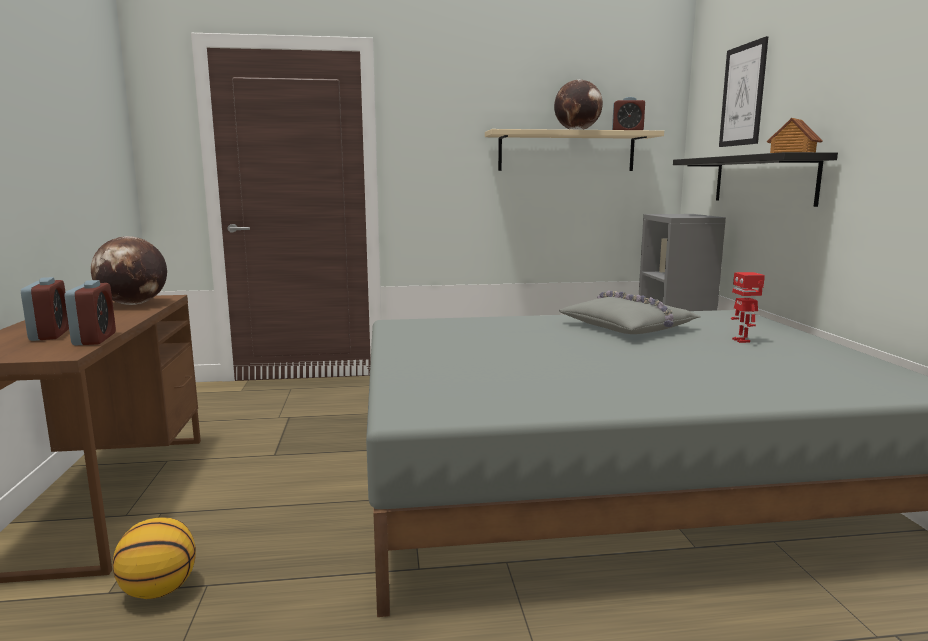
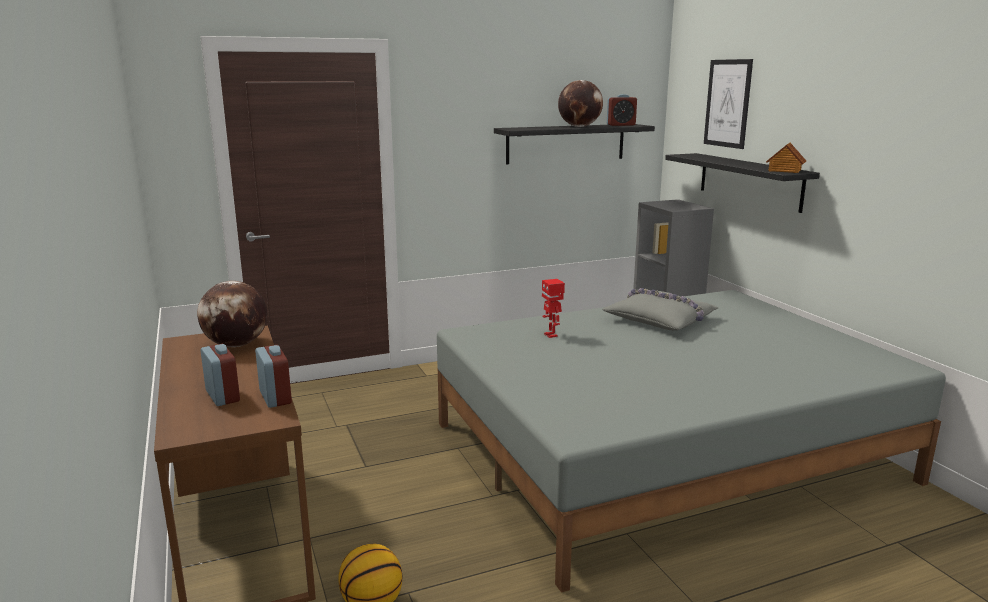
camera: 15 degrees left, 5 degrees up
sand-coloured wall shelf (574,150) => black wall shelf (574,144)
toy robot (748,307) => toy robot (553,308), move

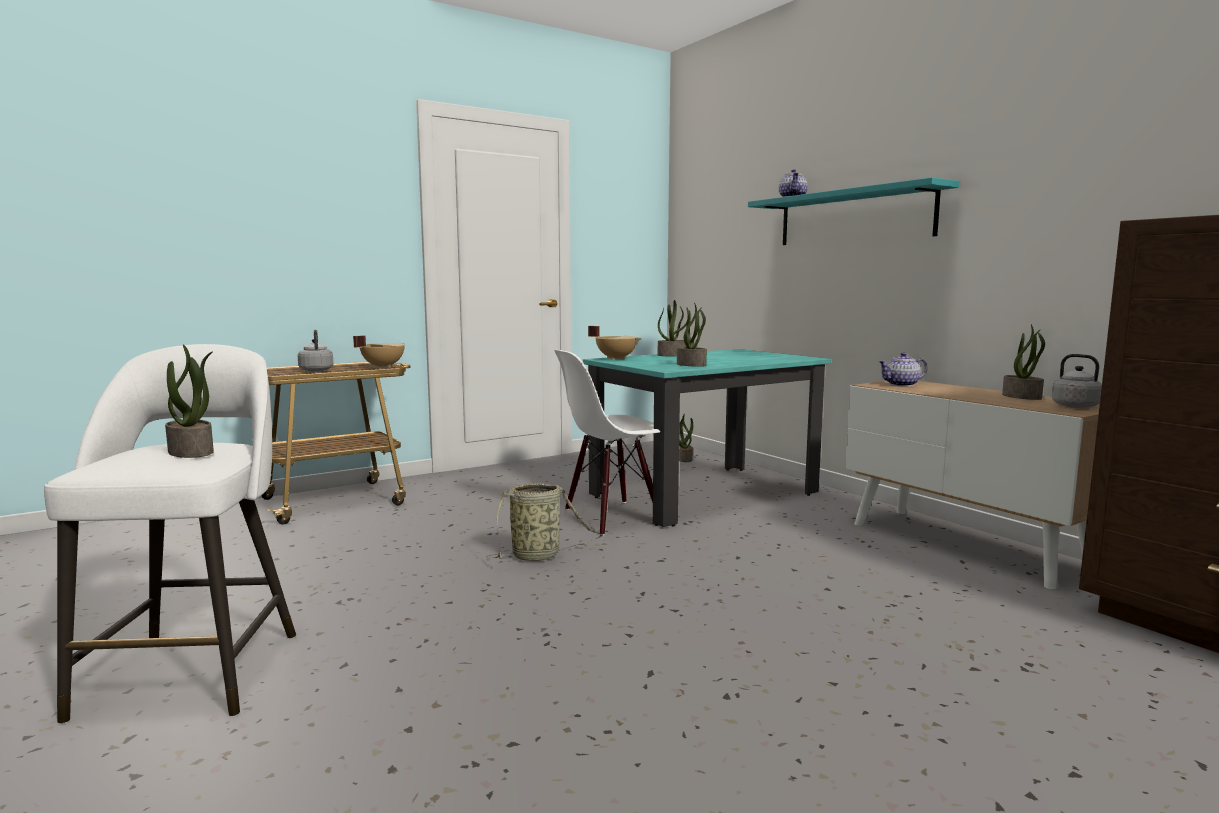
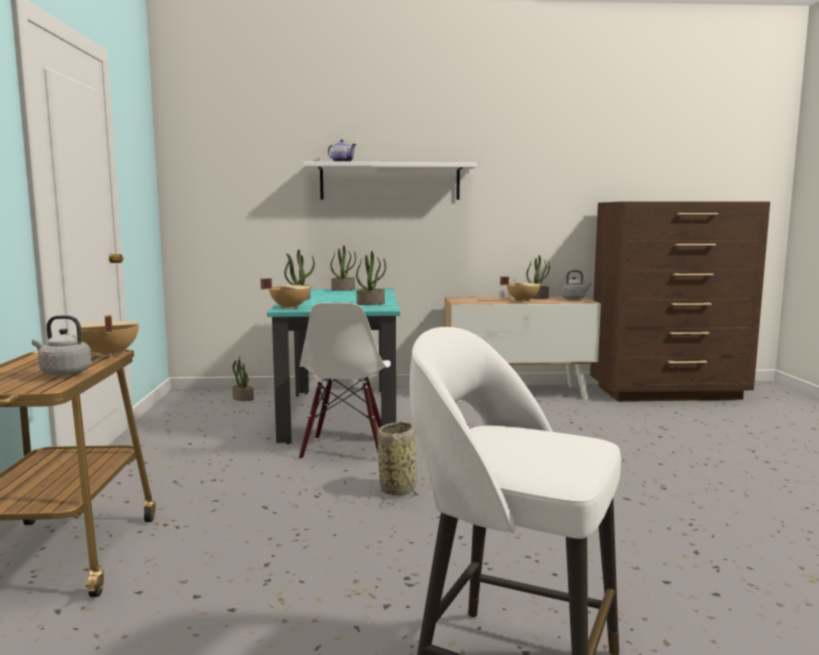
camera: 60 degrees left, 0 degrees up
plant in a pot (189,401) => plant in a pot (343,268), move
turquoise-coloured wall shelf (853,211) => white-coloured wall shelf (390,181)
pot for tea (902,369) => nothing
nothing => sand-coloured saucepot (521,289)

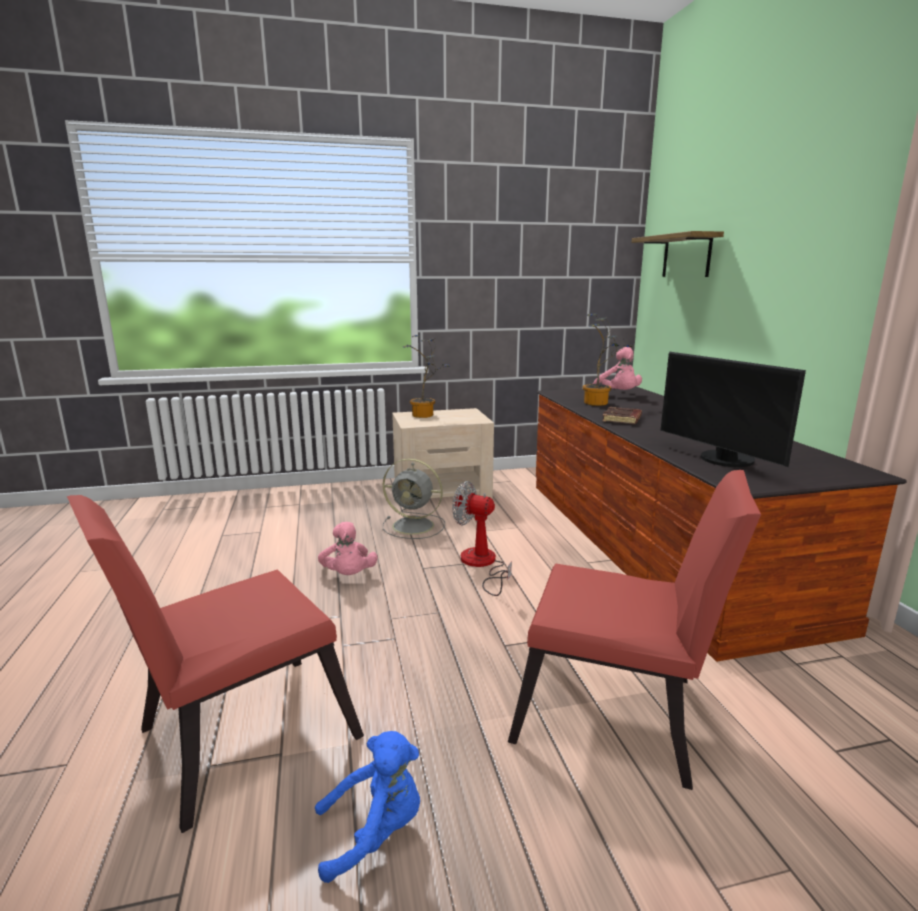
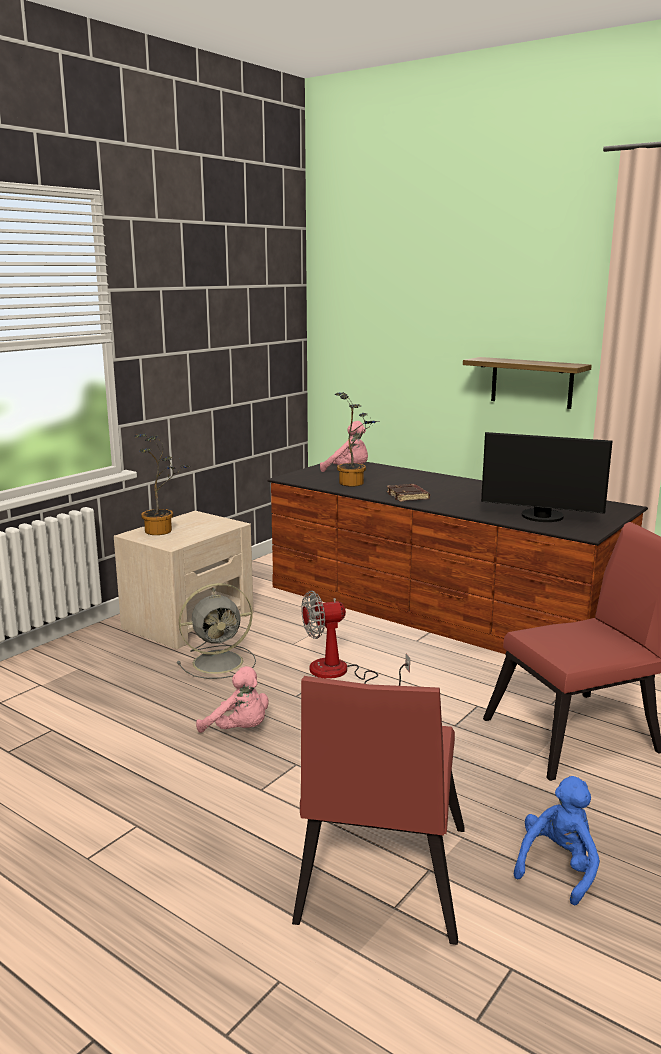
camera: 40 degrees left, 0 degrees up
wall shelf (678,254) => wall shelf (527,383), move

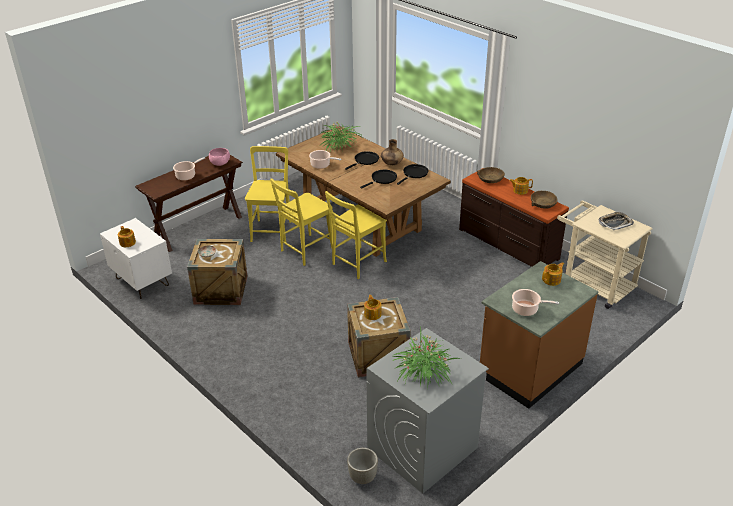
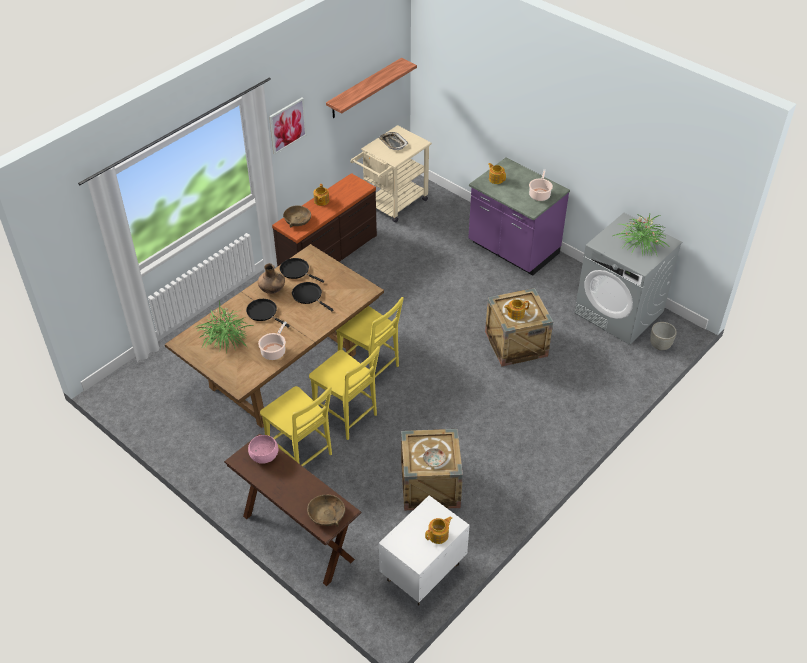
camera: 95 degrees left, 10 degrees up
saucepot (189,169) => nothing
yellowish upright chair (268,194) => yellowish upright chair (296,426), 135 degrees counterclockwise
brownish counter (539,335) => purple-coloured counter (519,217)
brownish serving bowl (544,200) => brownish serving bowl (326,511), move
nothing => wall art (288,126)
nothing => wall shelf (371,88)

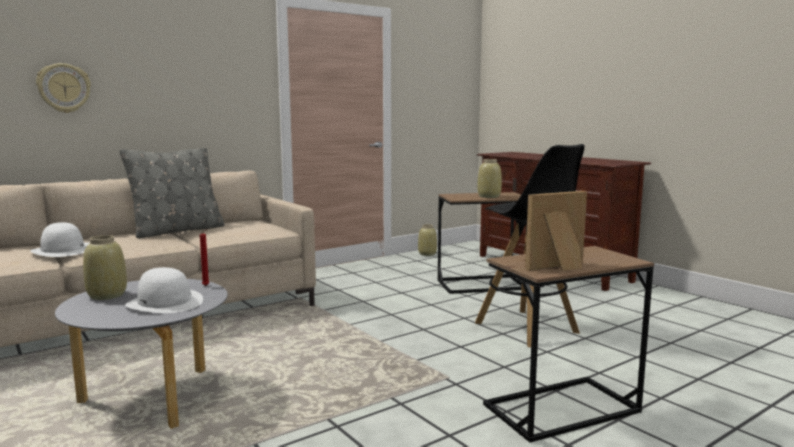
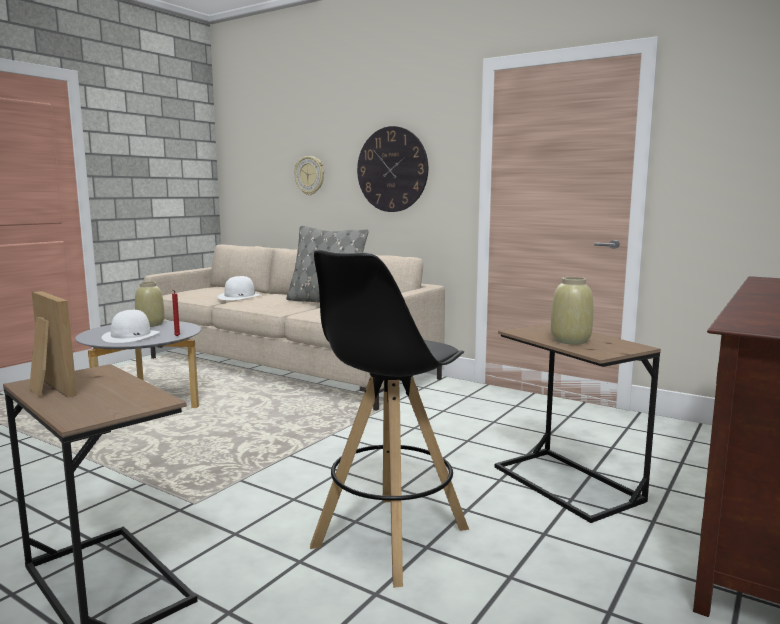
camera: 70 degrees right, 0 degrees up
sand-coloured flower vase (427,240) => nothing
nothing => wall clock (392,169)

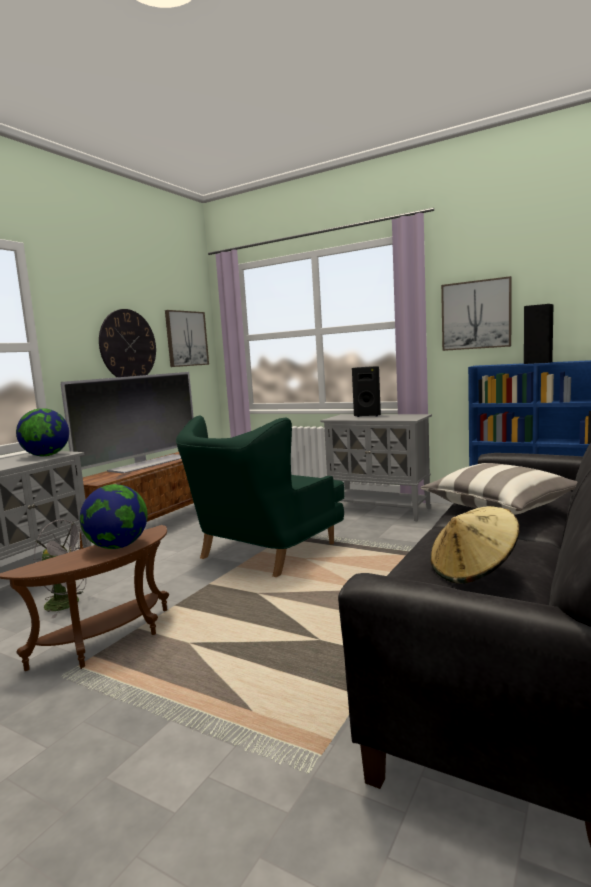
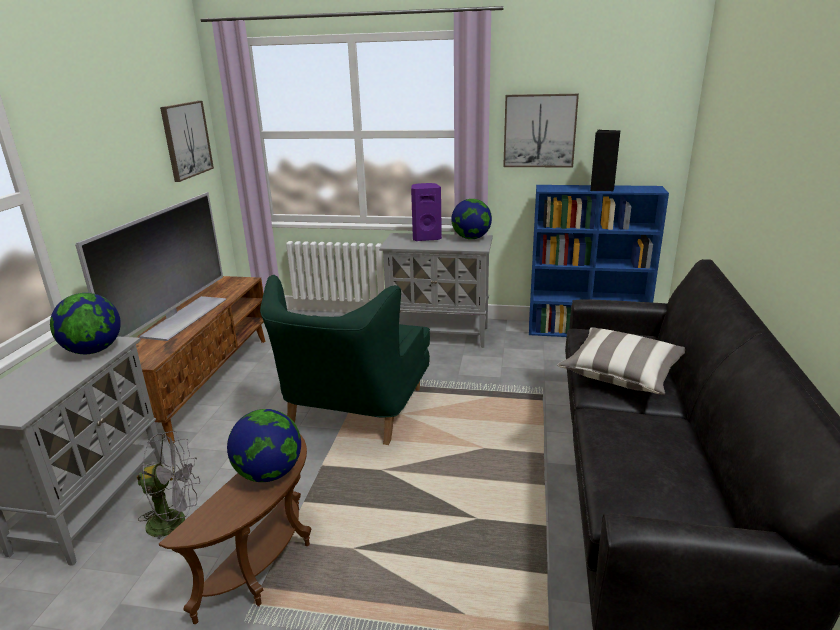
camera: 20 degrees left, 15 degrees up
wall clock (127,343) => nothing
black audio speaker (366,391) => purple-coloured audio speaker (426,212)
sand-coloured clothing hat (474,545) => nothing
nothing => world globe (471,219)

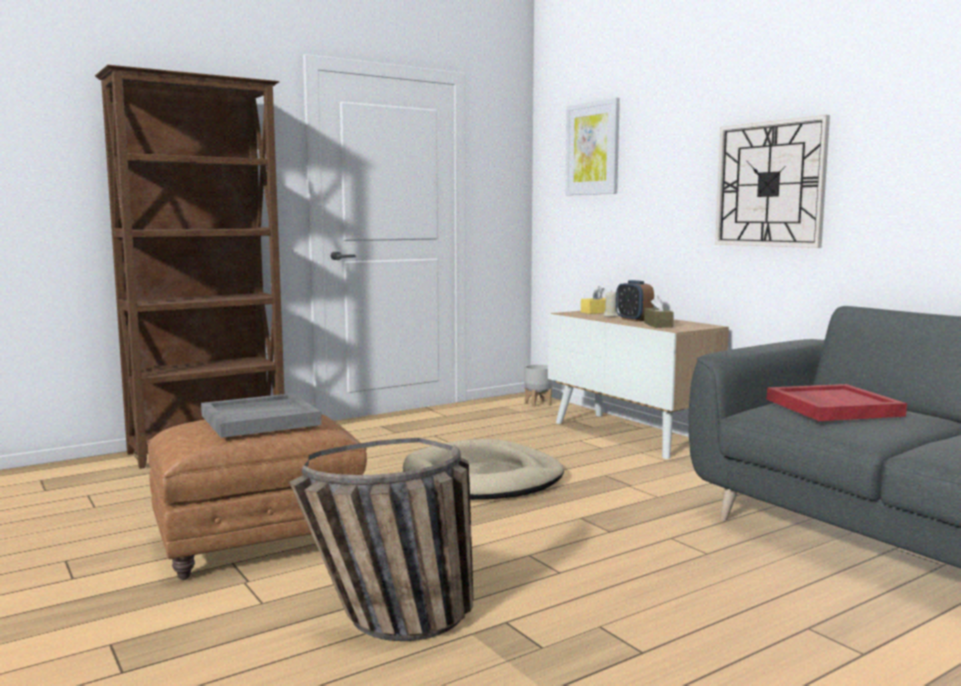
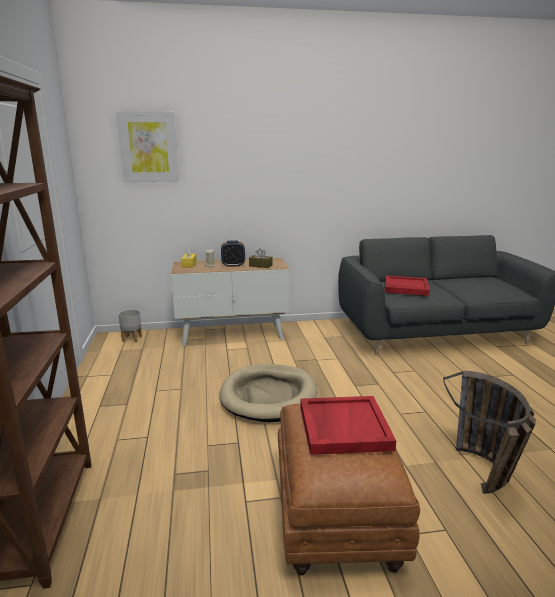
camera: 65 degrees left, 10 degrees up
gray serving tray (261,415) => reddish serving tray (348,425)
wall clock (772,181) => nothing

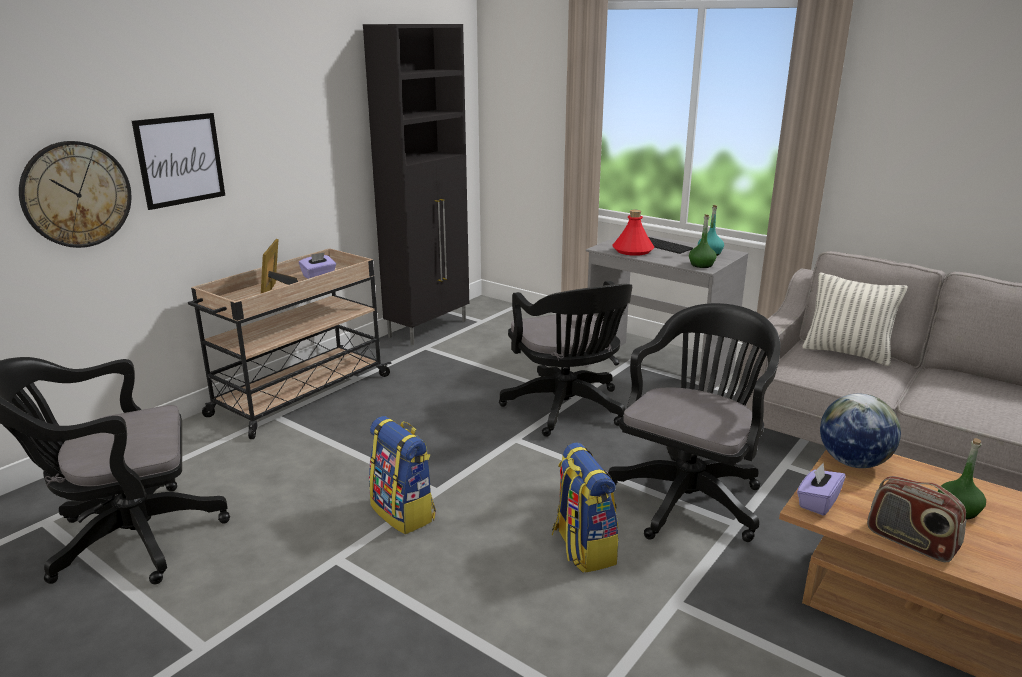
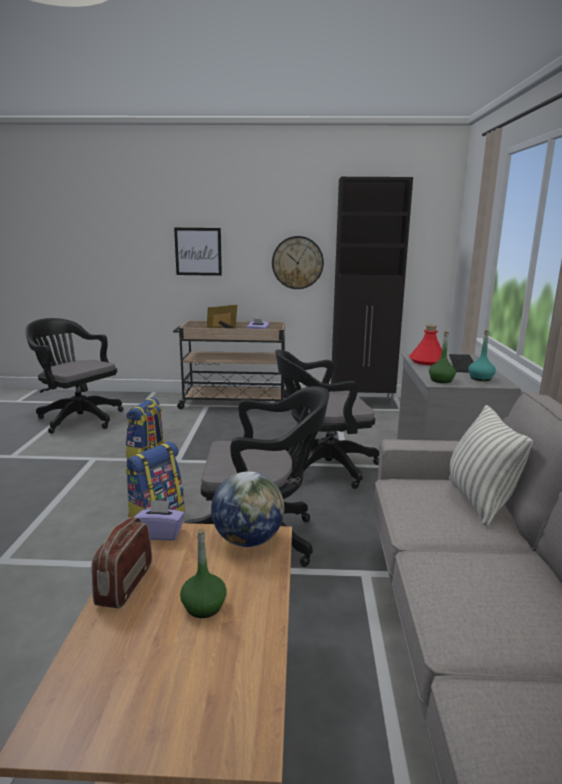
camera: 55 degrees right, 5 degrees down
wall clock (75,194) => wall clock (298,262), move
black desk chair (565,359) => black desk chair (327,419), 45 degrees clockwise

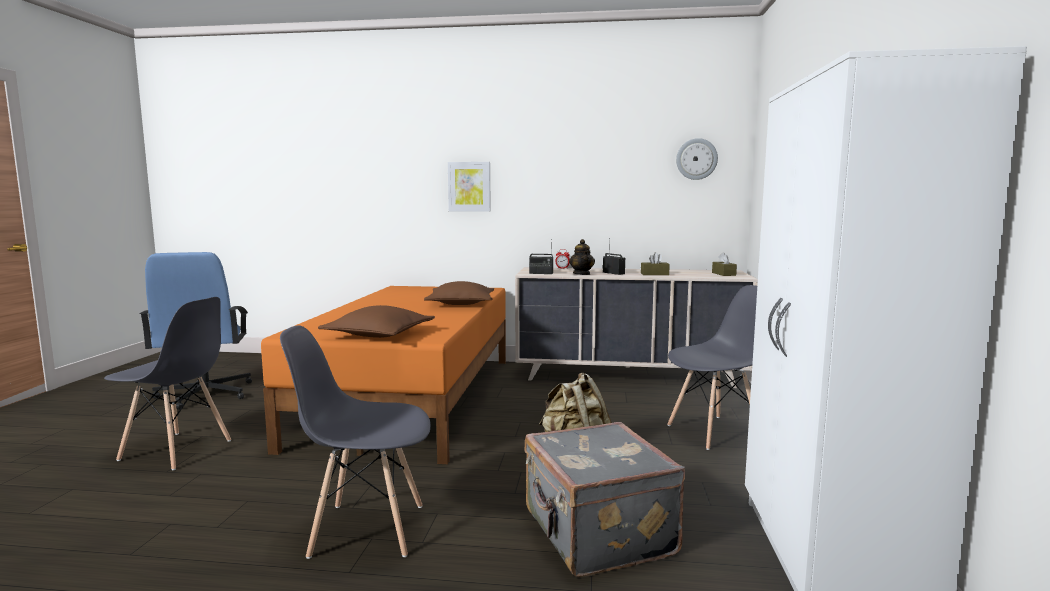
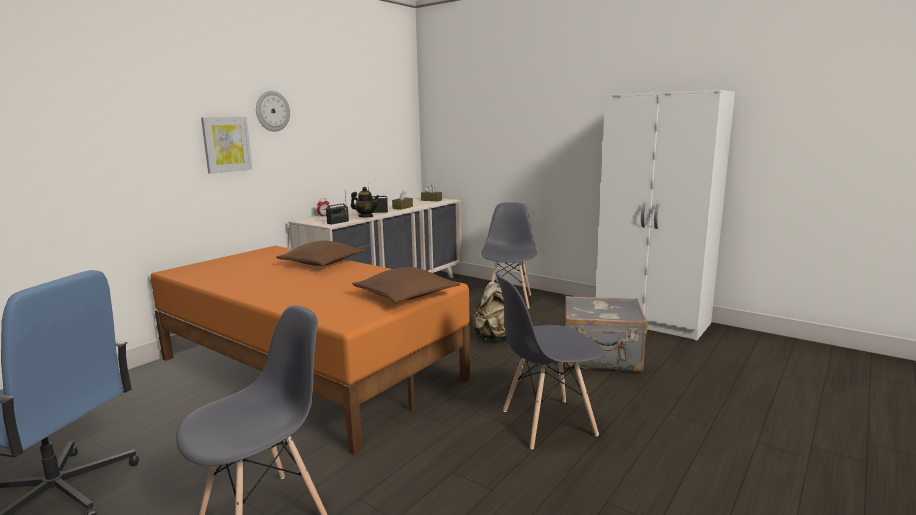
camera: 60 degrees left, 5 degrees up
gray upright chair (355,442) => gray upright chair (550,361), 45 degrees clockwise
wall clock (697,159) => wall clock (273,111), move

